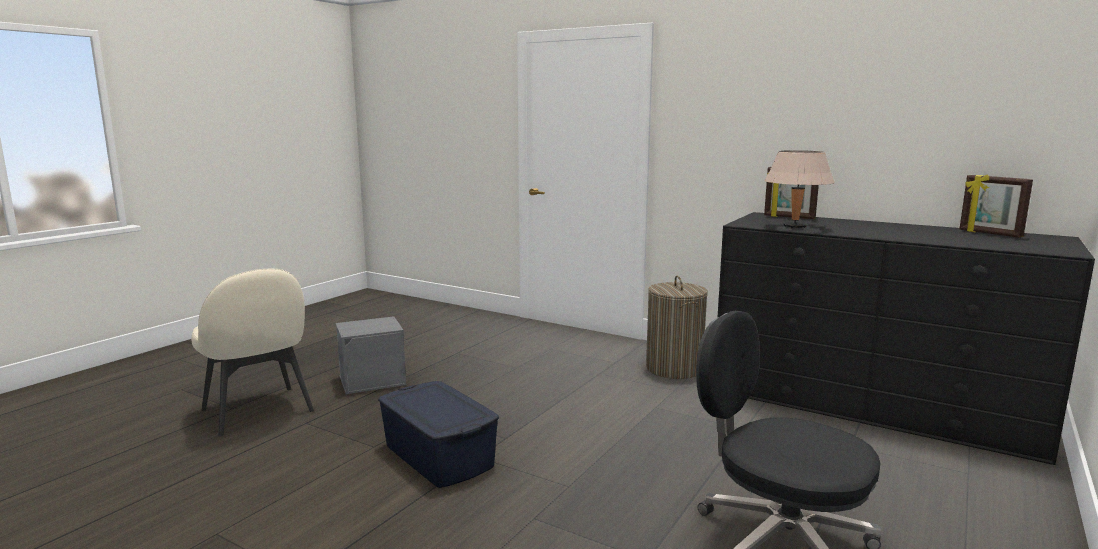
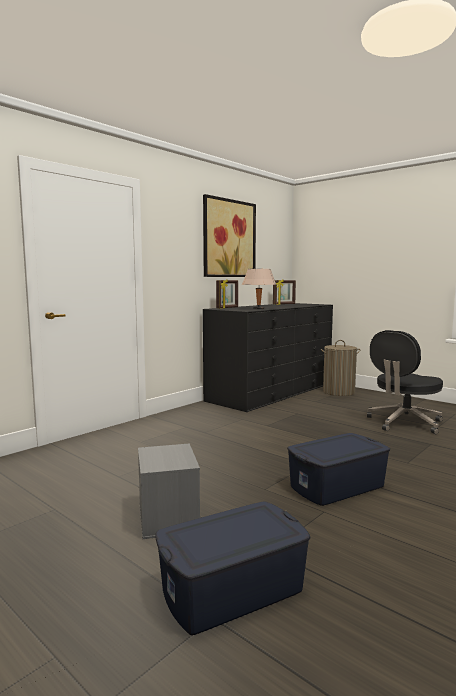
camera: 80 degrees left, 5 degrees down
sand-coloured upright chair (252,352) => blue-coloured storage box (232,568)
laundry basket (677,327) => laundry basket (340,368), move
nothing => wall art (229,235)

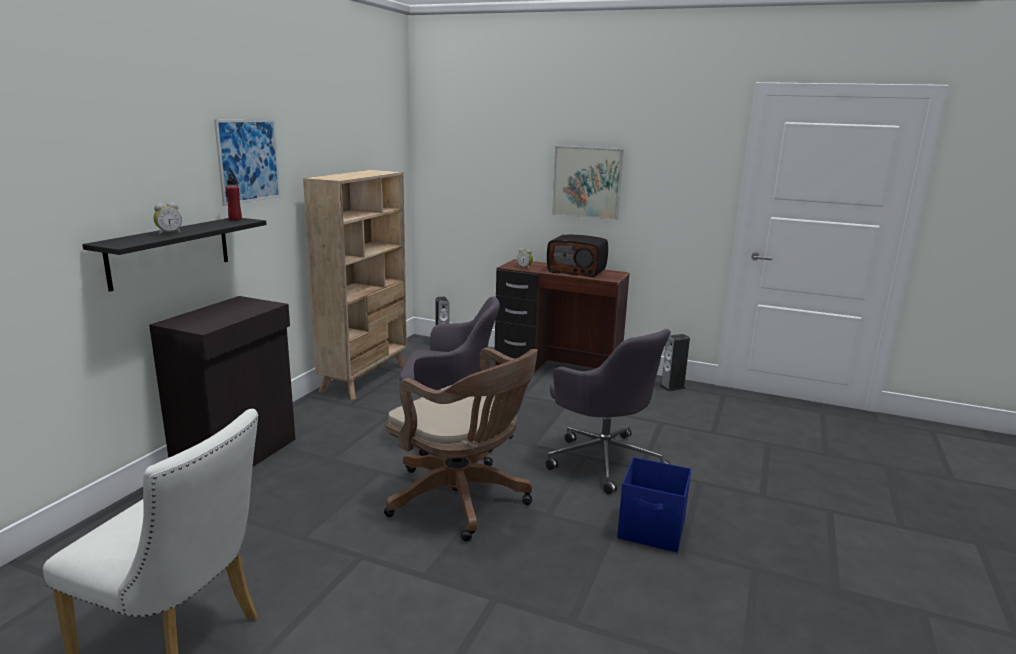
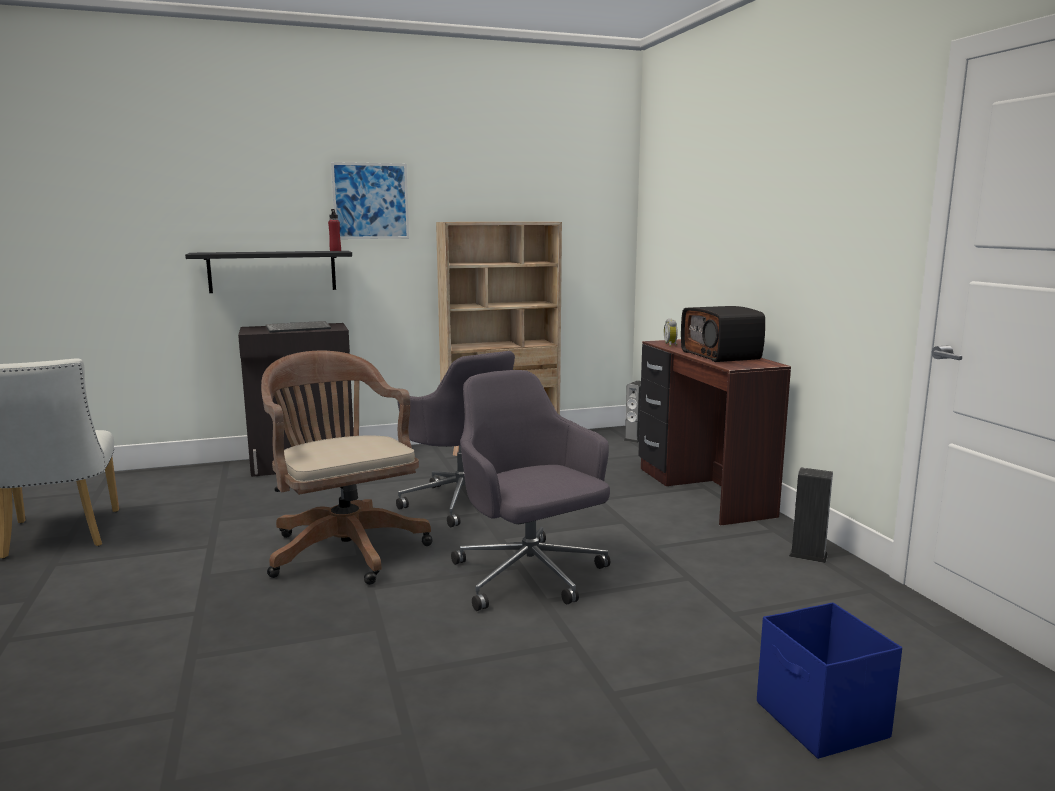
camera: 50 degrees right, 5 degrees down
table clock (168,218) => nothing
brownish desk chair (461,444) => brownish desk chair (347,468), 150 degrees clockwise
gray desk chair (608,411) => gray desk chair (530,490), 135 degrees clockwise
wall art (588,183) => nothing
blue-coloured storage box (654,504) => blue-coloured storage box (829,680), move
nothing => computer keyboard (298,327)

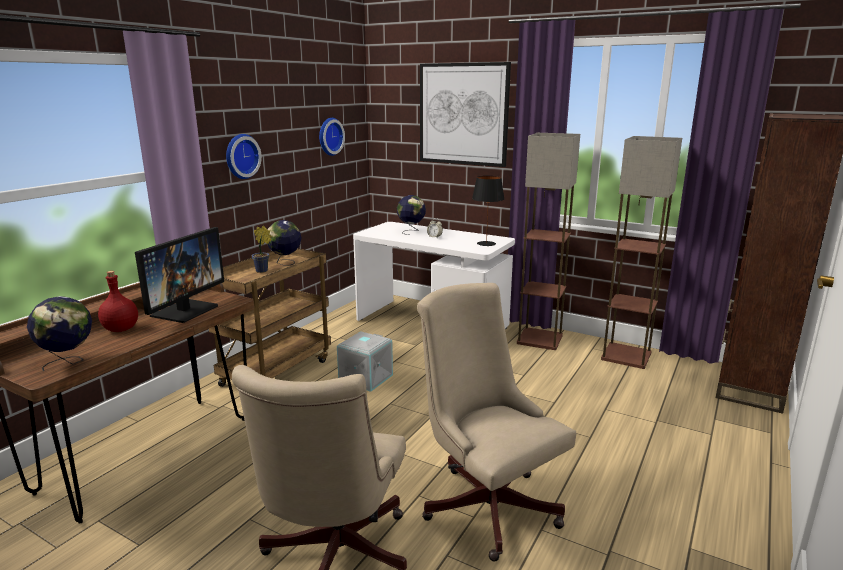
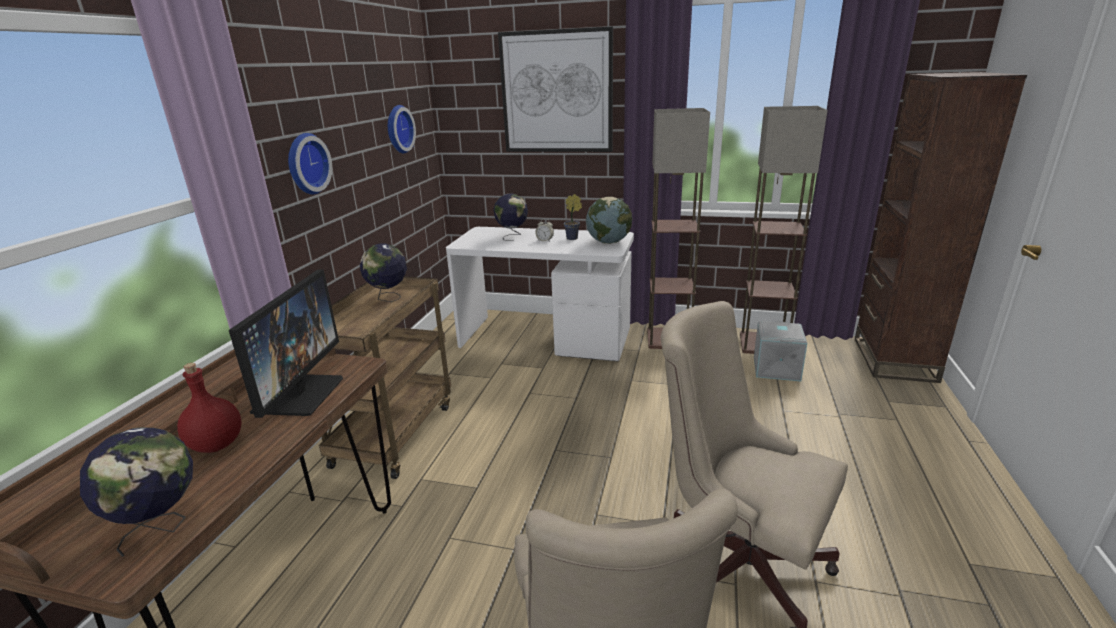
camera: 15 degrees left, 5 degrees up
plant in a pot (262,249) => plant in a pot (573,217), move
gray storage box (365,361) => gray storage box (780,351), move
black table lamp (488,211) => world globe (609,220)

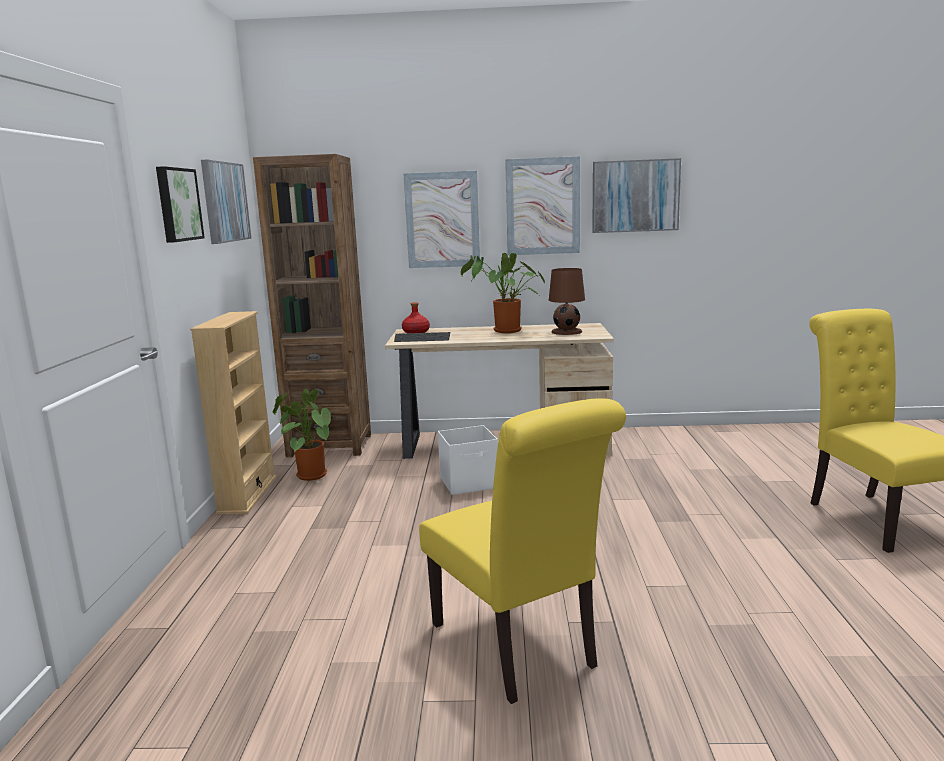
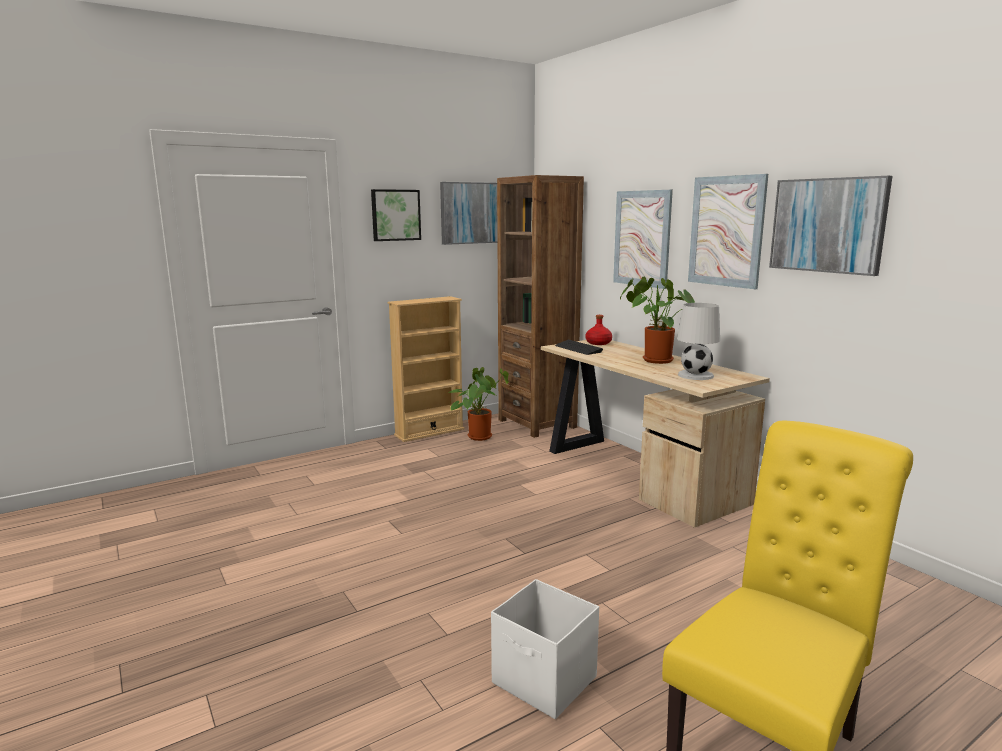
camera: 55 degrees right, 0 degrees up
yellowish upright chair (522,551) => nothing
white-coloured storage box (468,460) => white-coloured storage box (545,649), move
brownish table lamp (567,301) => white-coloured table lamp (698,341)

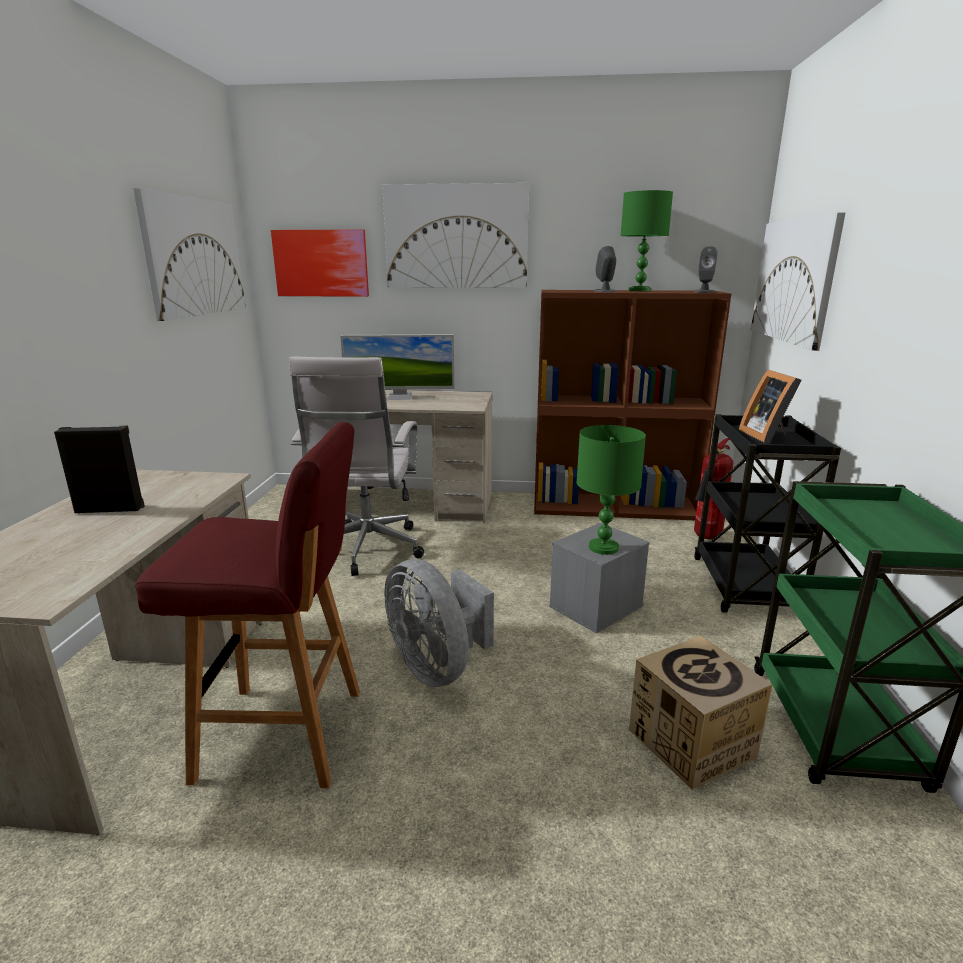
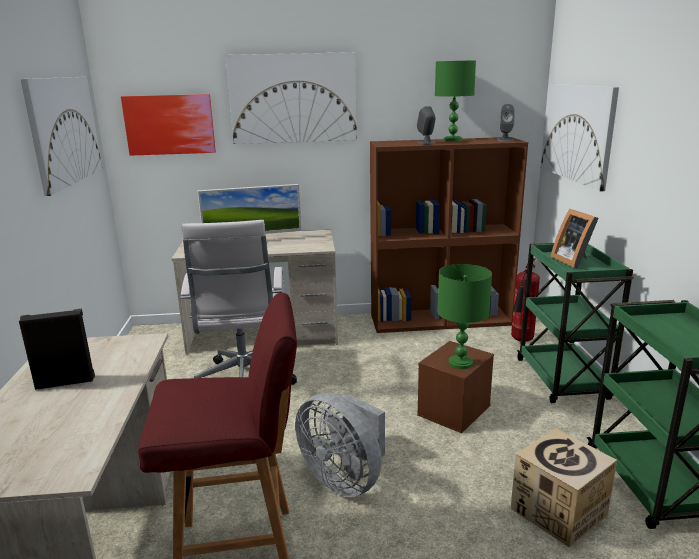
camera: 10 degrees left, 0 degrees up
gray storage box (599,578) => brownish storage box (455,387)
black cart (767,513) => green cart (575,323)

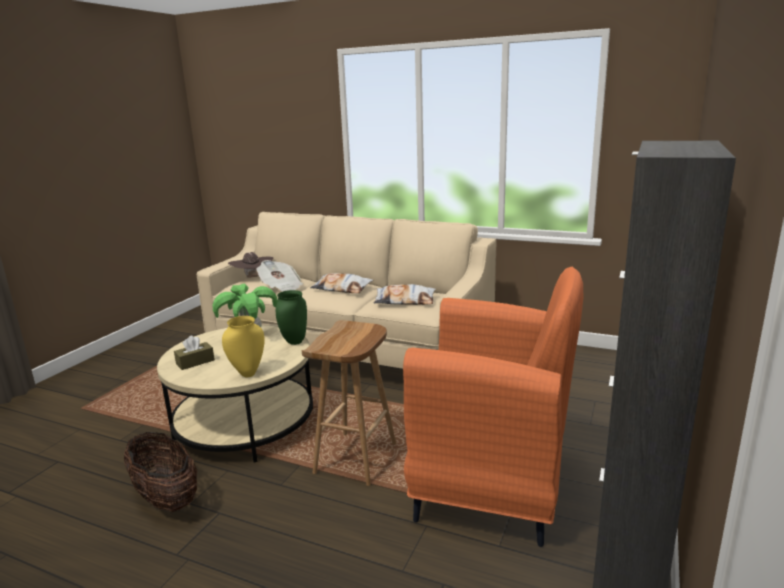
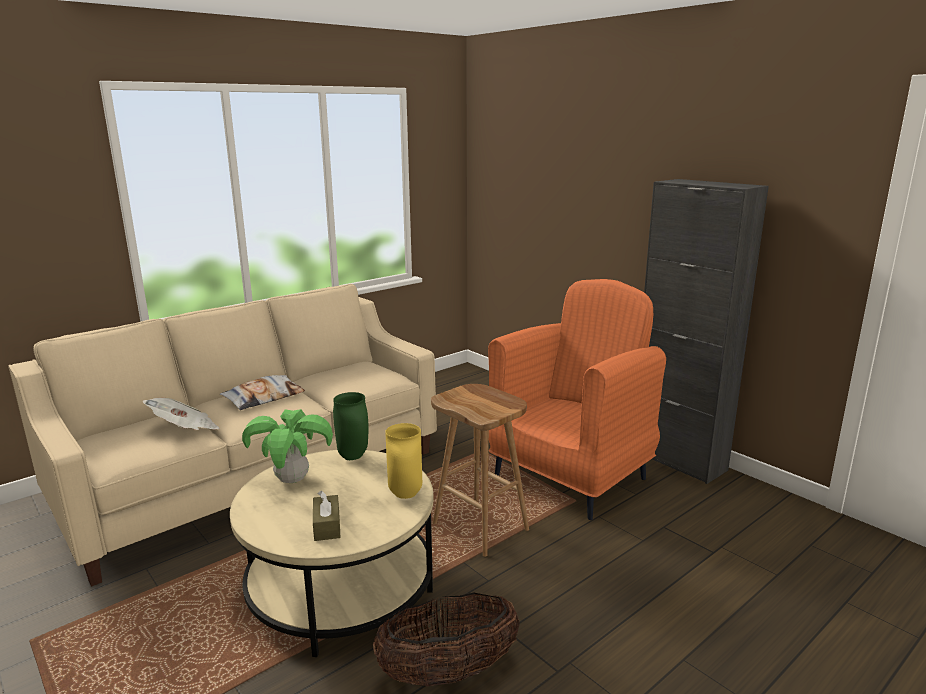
camera: 65 degrees left, 0 degrees up
brownish clothing hat (250,265) => nothing
cushion (405,294) => nothing

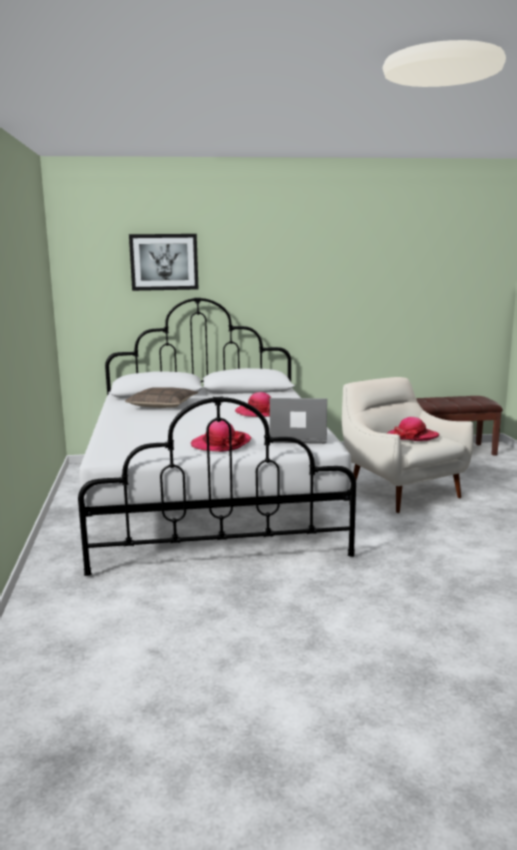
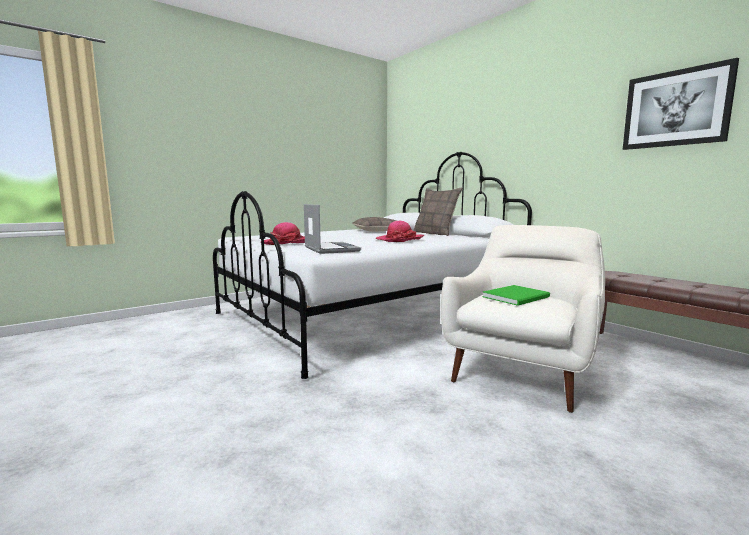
camera: 60 degrees right, 5 degrees down
wall art (164,262) => wall art (681,104), move
clothing hat (413,429) => green book (516,295)
nothing => cushion (437,212)

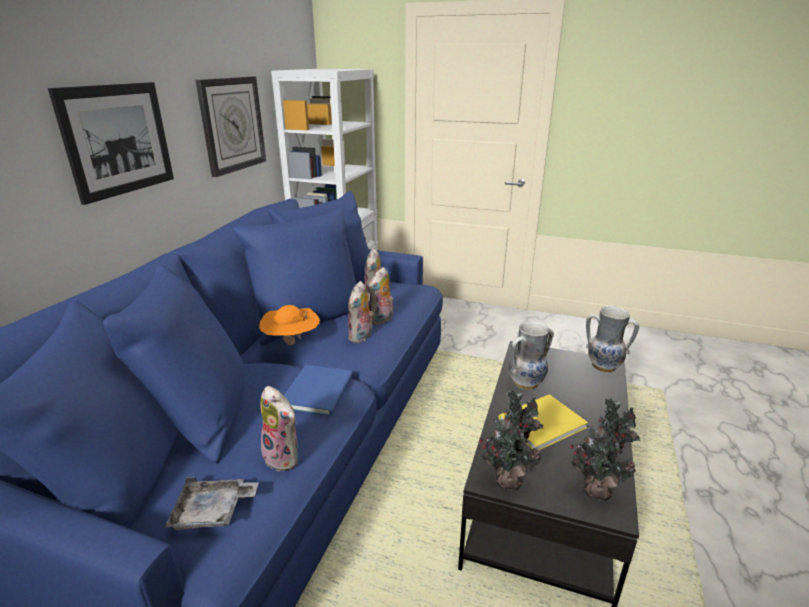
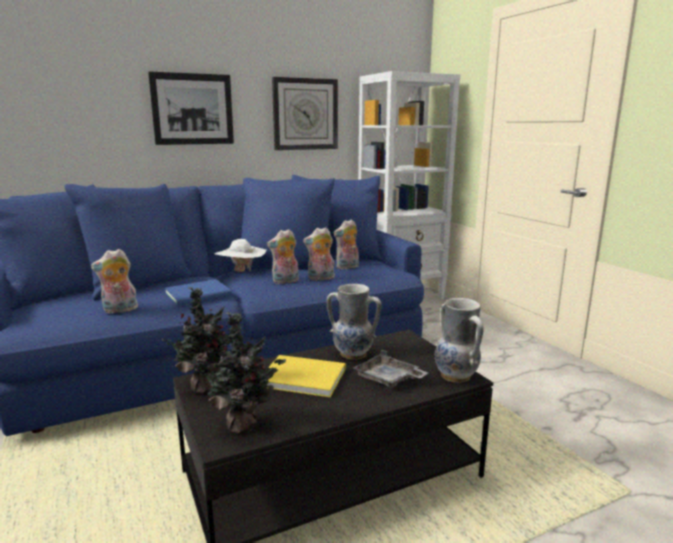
camera: 45 degrees right, 10 degrees down
gray serving tray (212,503) => gray serving tray (390,369), move
orangey clothing hat (289,325) => white-coloured clothing hat (240,255)
soft toy (279,429) => soft toy (114,281), 75 degrees clockwise

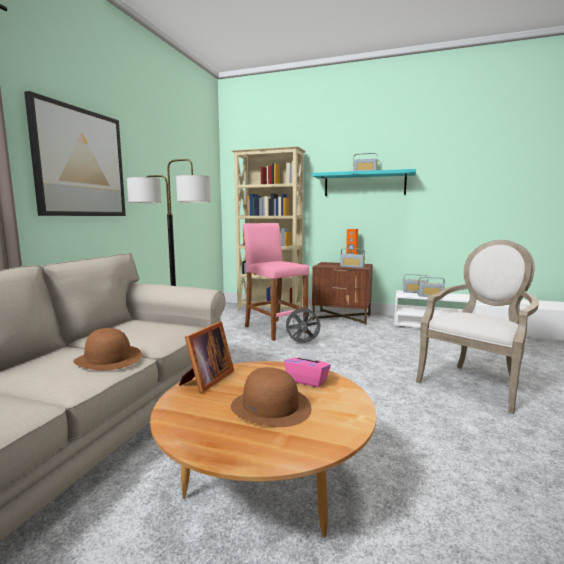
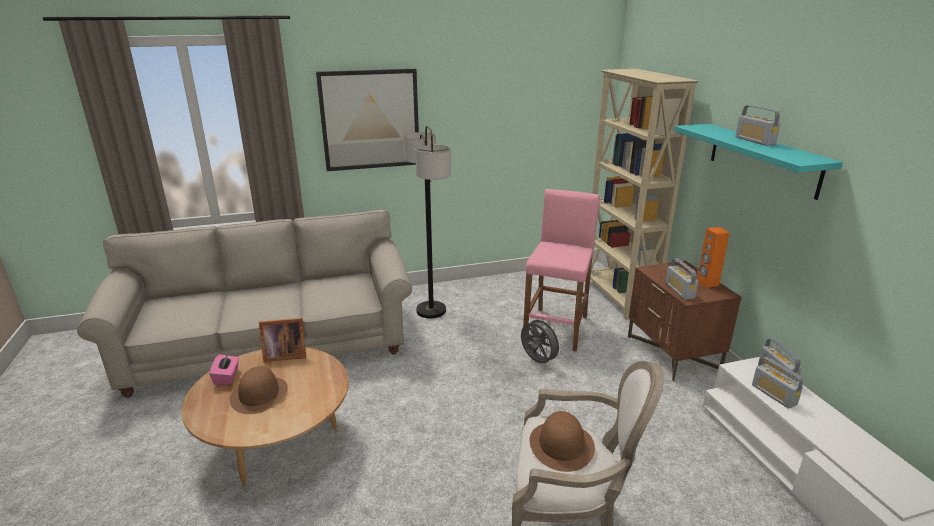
camera: 55 degrees right, 15 degrees up
brownish clothing hat (107,349) => brownish clothing hat (562,441), move
pink tissue holder (307,367) => pink tissue holder (224,368), move

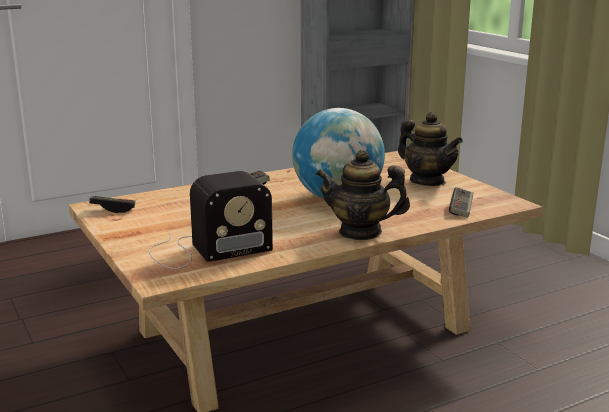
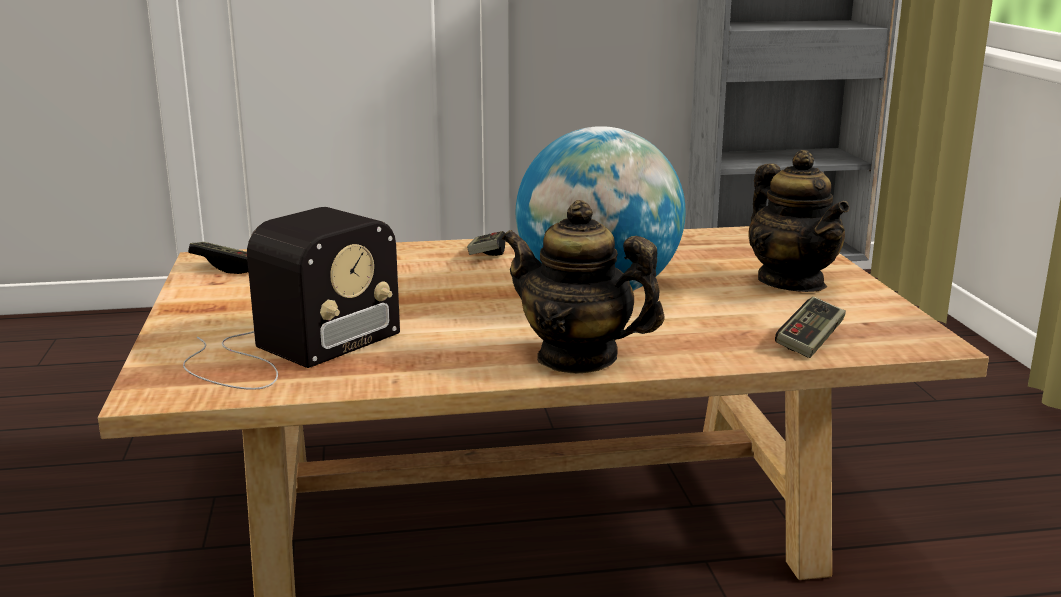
camera: 20 degrees right, 0 degrees up
radio (211,220) => radio (291,298), 45 degrees counterclockwise

